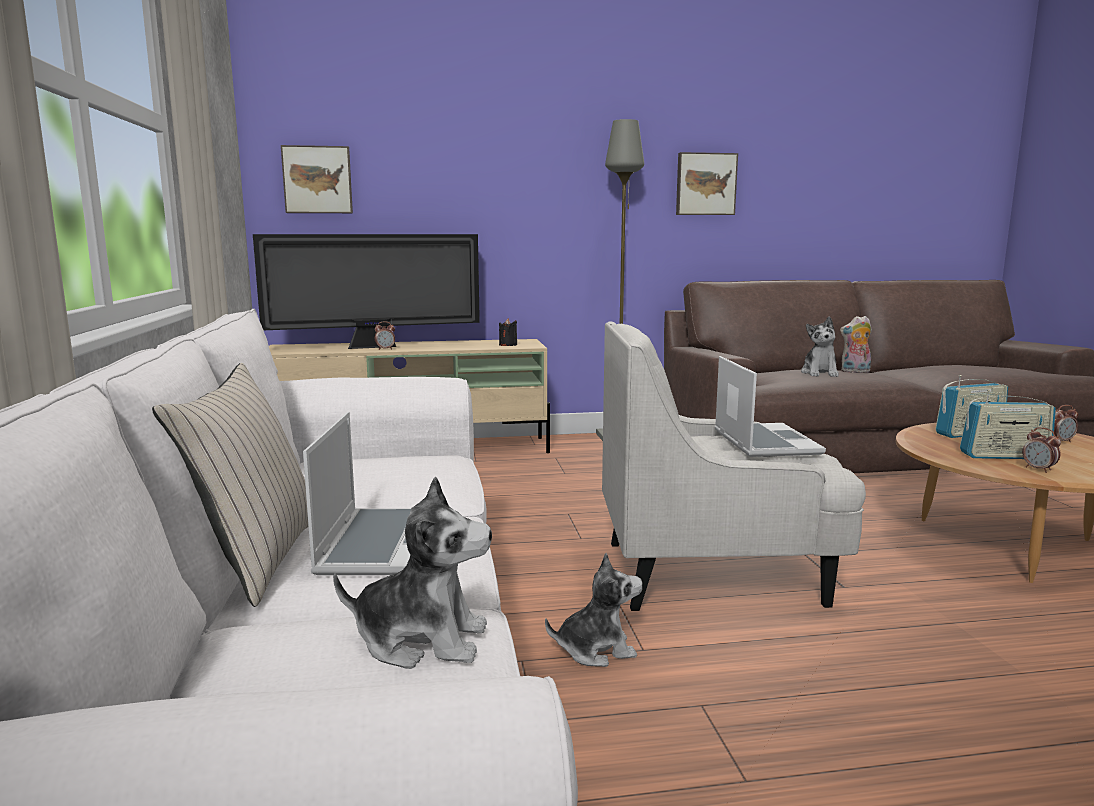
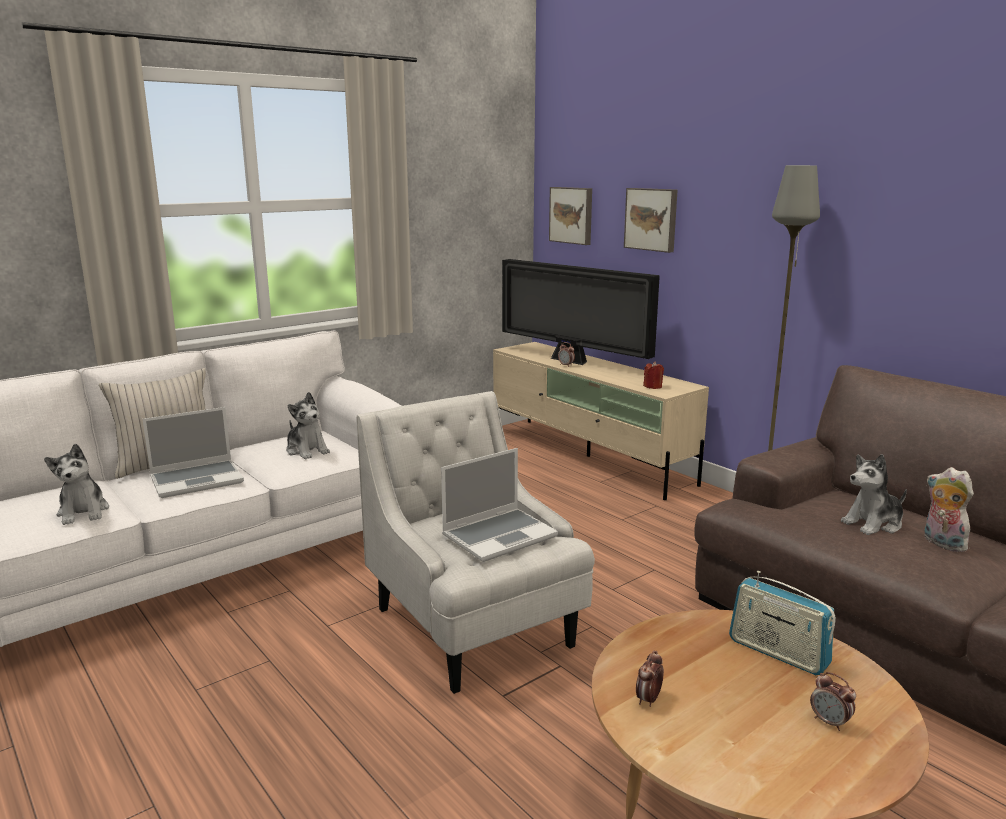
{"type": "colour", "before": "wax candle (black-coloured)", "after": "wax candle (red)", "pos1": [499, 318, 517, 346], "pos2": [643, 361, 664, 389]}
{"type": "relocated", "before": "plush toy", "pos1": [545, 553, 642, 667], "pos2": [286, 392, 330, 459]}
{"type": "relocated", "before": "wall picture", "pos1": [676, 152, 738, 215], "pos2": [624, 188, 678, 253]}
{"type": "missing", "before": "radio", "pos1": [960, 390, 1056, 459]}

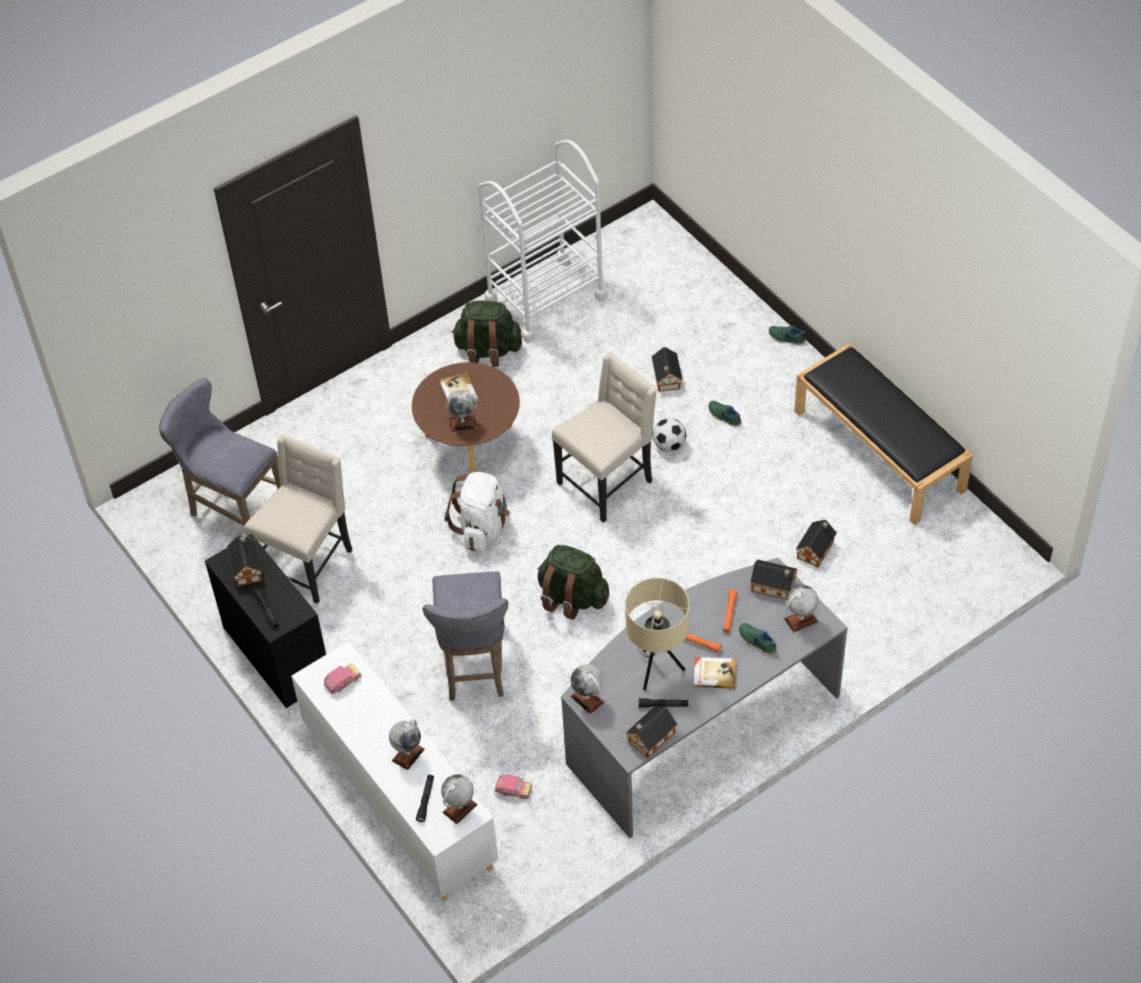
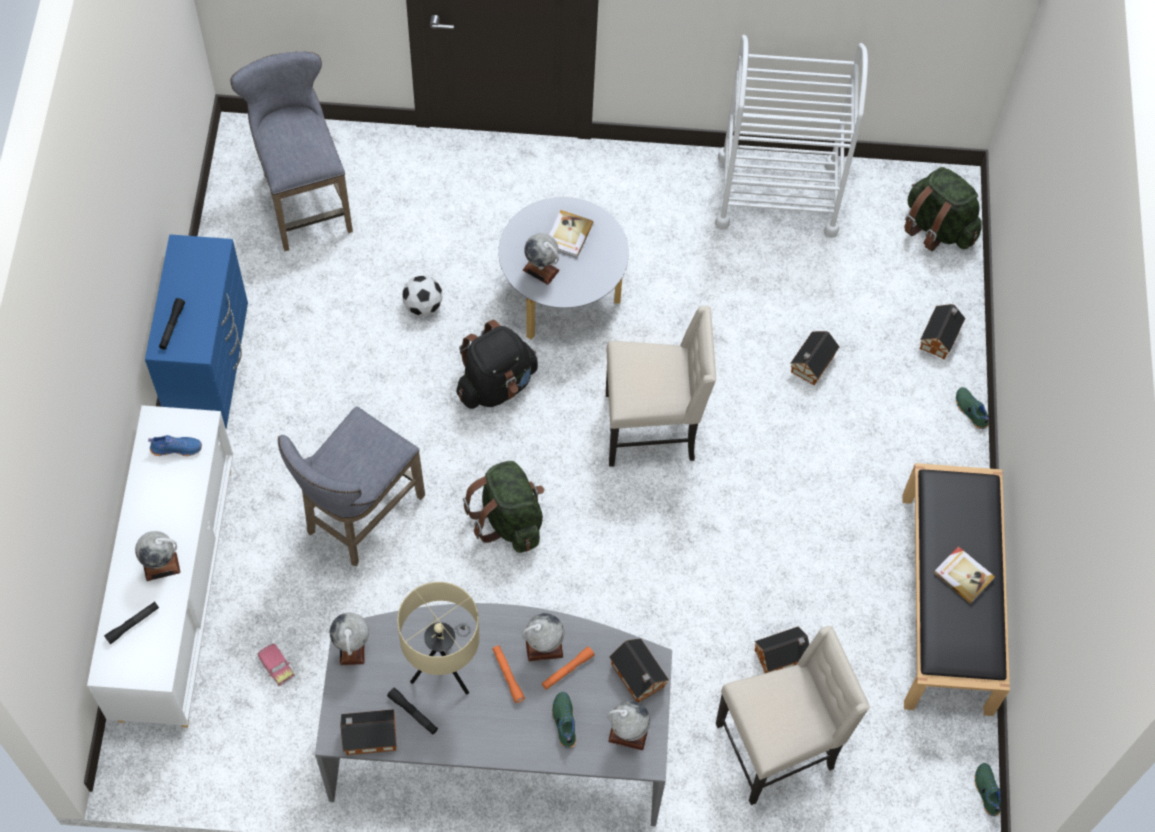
{"type": "colour", "before": "chest of drawers (black-coloured)", "after": "chest of drawers (blue-coloured)", "pos1": [205, 534, 326, 708], "pos2": [145, 234, 248, 429]}
{"type": "relocated", "before": "model house", "pos1": [227, 535, 262, 587], "pos2": [920, 304, 965, 360]}
{"type": "relocated", "before": "chair (sand-coloured)", "pos1": [244, 434, 353, 604], "pos2": [716, 626, 870, 805]}
{"type": "exchanged", "before": "toy car", "after": "item of footwear (blue-coloured)", "pos1": [324, 663, 362, 695], "pos2": [148, 435, 202, 456]}
{"type": "colour", "before": "low table (brown)", "after": "low table (gray)", "pos1": [412, 362, 520, 473], "pos2": [498, 197, 629, 340]}
{"type": "relocated", "before": "desk globe", "pos1": [441, 774, 477, 824], "pos2": [522, 613, 564, 661]}
{"type": "colour", "before": "rucksack (white-coloured)", "after": "rucksack (black-coloured)", "pos1": [445, 472, 510, 552], "pos2": [456, 320, 538, 409]}
{"type": "relocated", "before": "rucksack (greenish)", "pos1": [451, 301, 522, 367], "pos2": [904, 167, 982, 251]}
{"type": "relocated", "before": "ball for football", "pos1": [653, 418, 686, 452], "pos2": [402, 276, 443, 316]}
{"type": "relocated", "before": "bound book", "pos1": [694, 657, 736, 689], "pos2": [934, 546, 995, 604]}
{"type": "relocated", "before": "item of footwear (greenish)", "pos1": [709, 401, 742, 427], "pos2": [974, 763, 1001, 816]}

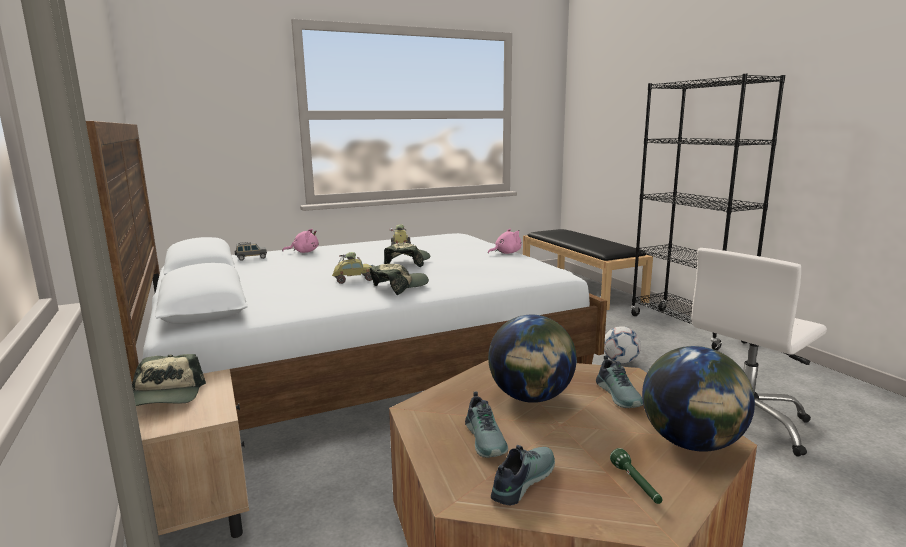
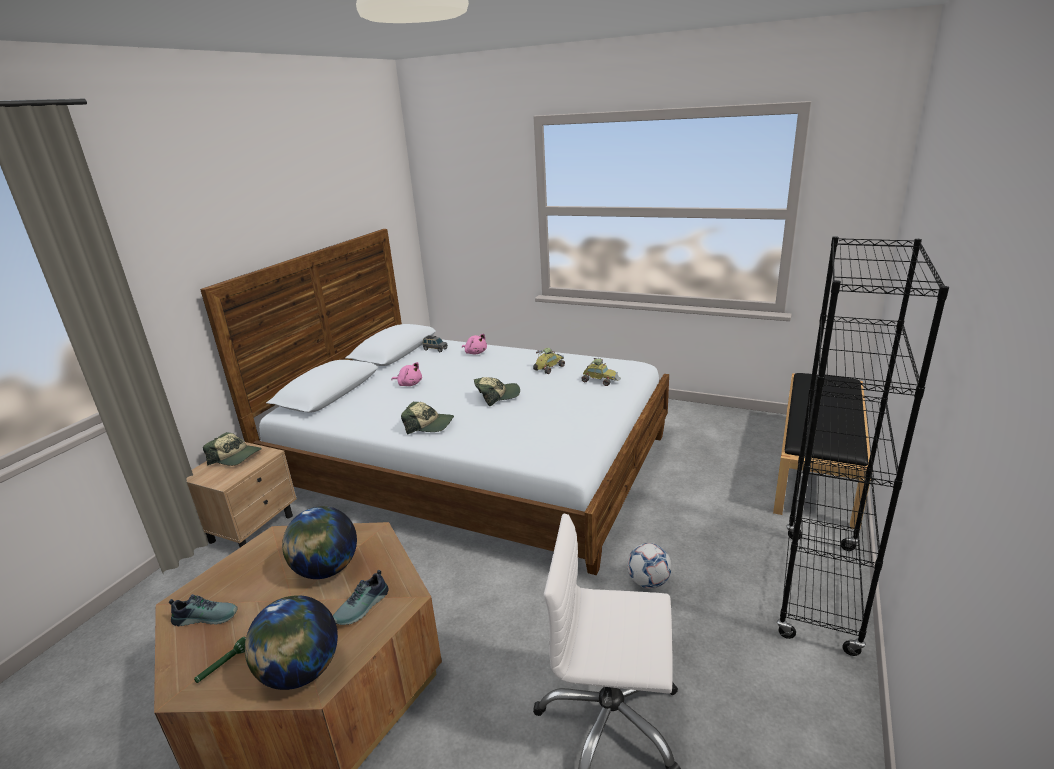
{"type": "spun", "before": "cap", "pos1": [132, 354, 206, 406], "pos2": [203, 432, 262, 466], "turn": -105}
{"type": "relocated", "before": "toy car", "pos1": [332, 252, 374, 284], "pos2": [581, 358, 621, 386]}
{"type": "missing", "before": "item of footwear", "pos1": [465, 391, 508, 458]}
{"type": "relocated", "before": "plush toy (pinkish)", "pos1": [488, 228, 522, 254], "pos2": [391, 362, 422, 386]}

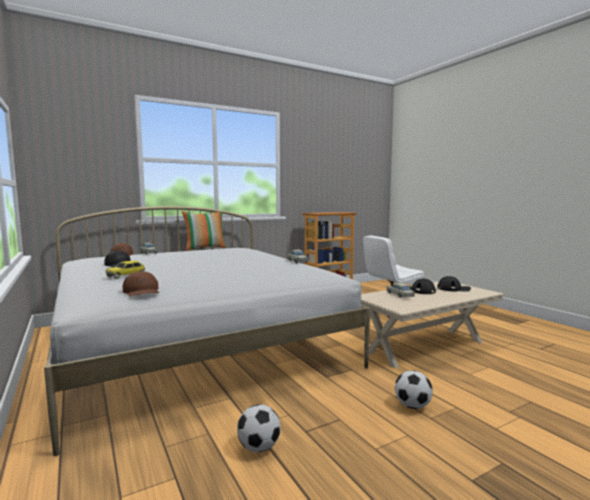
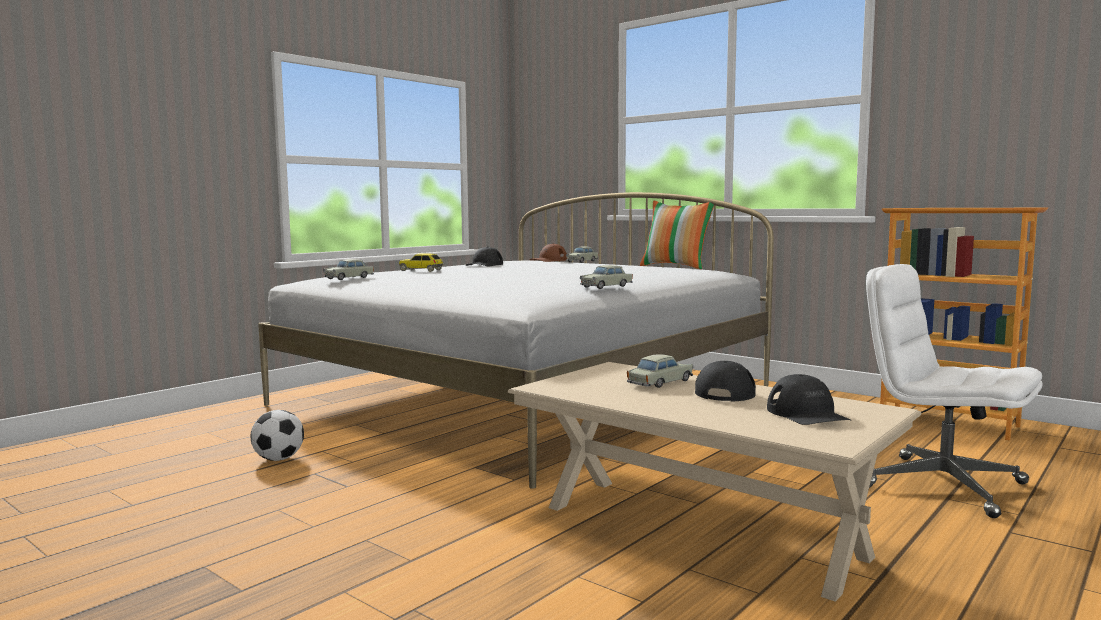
{"type": "exchanged", "before": "cap (brown)", "after": "toy car (sand-coloured)", "pos1": [122, 271, 159, 297], "pos2": [323, 259, 374, 280]}
{"type": "missing", "before": "ball for football", "pos1": [395, 370, 433, 409]}

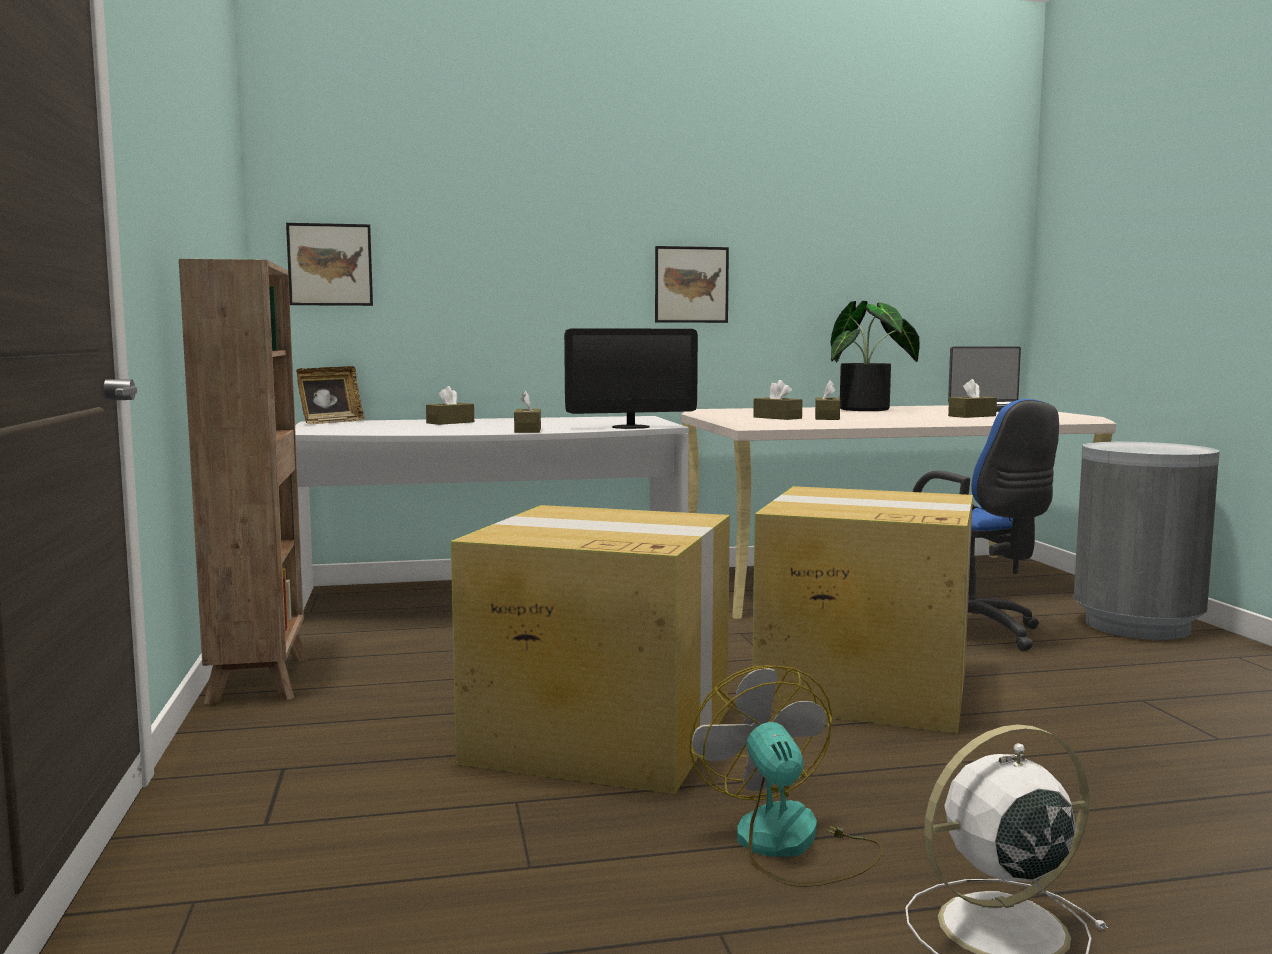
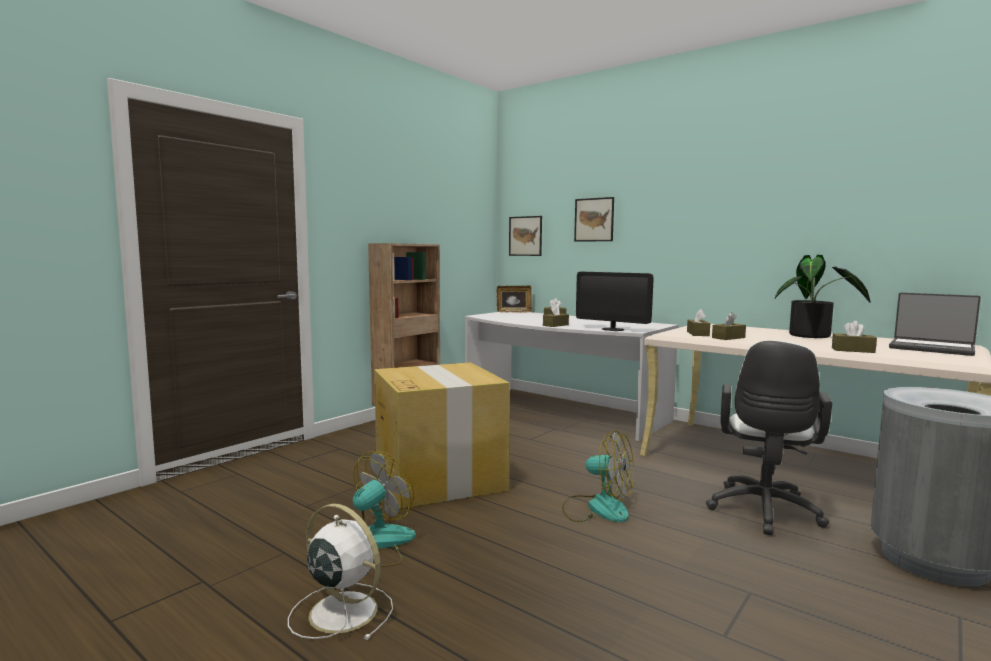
{"type": "relocated", "before": "wall picture", "pos1": [655, 246, 729, 323], "pos2": [574, 197, 614, 242]}
{"type": "exchanged", "before": "cardboard box", "after": "cooling fan", "pos1": [752, 486, 973, 733], "pos2": [562, 430, 634, 522]}
{"type": "colour", "before": "computer chair (blue-coloured)", "after": "computer chair (white-coloured)", "pos1": [913, 399, 1059, 651], "pos2": [706, 340, 832, 535]}

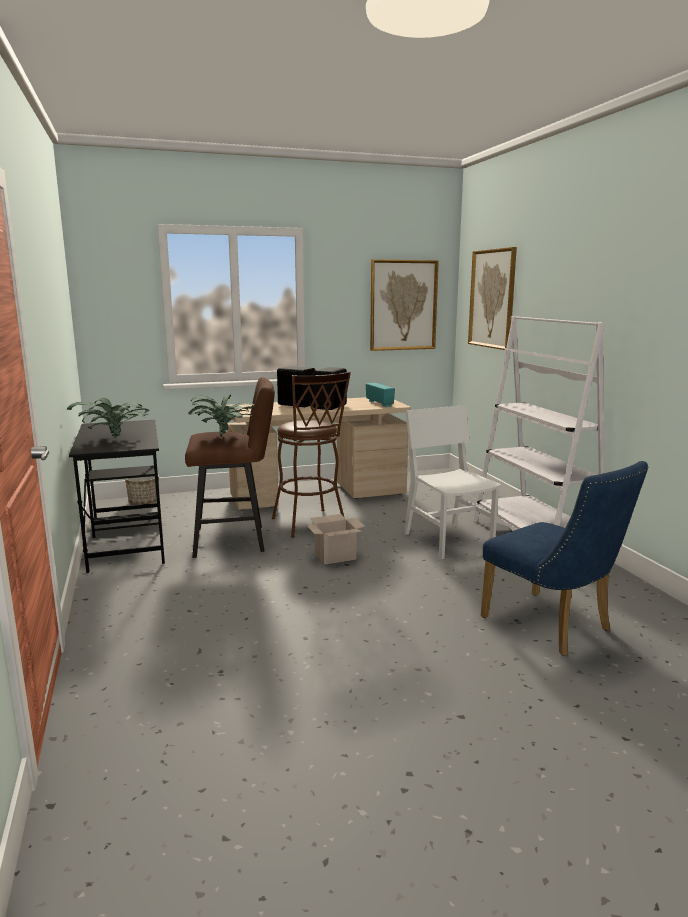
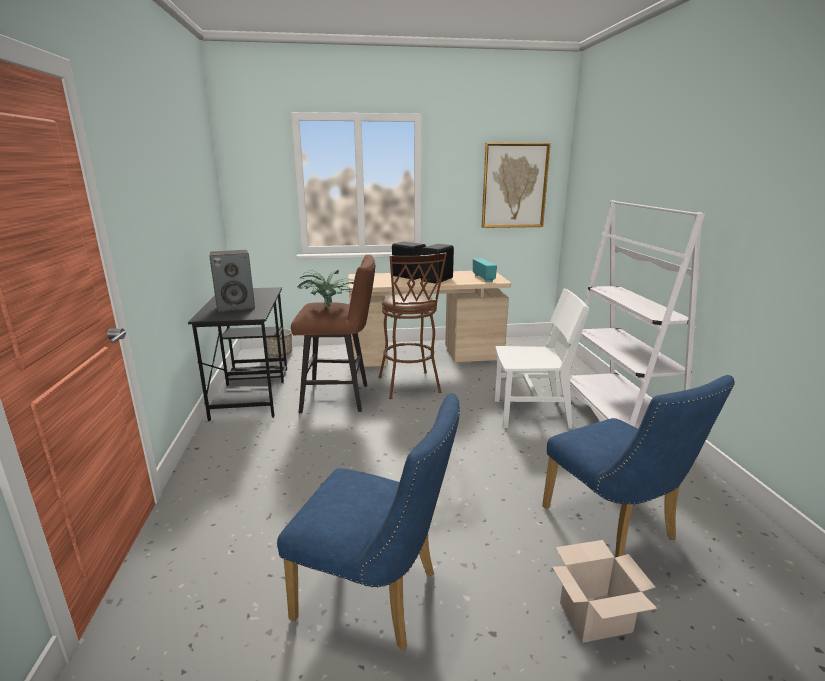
{"type": "exchanged", "before": "houseplant", "after": "loudspeaker", "pos1": [67, 398, 150, 438], "pos2": [209, 250, 255, 312]}
{"type": "relocated", "before": "cardboard box", "pos1": [306, 514, 365, 565], "pos2": [552, 540, 657, 643]}
{"type": "spun", "before": "chair (white-coloured)", "pos1": [404, 405, 502, 559], "pos2": [494, 289, 590, 429], "turn": 105}
{"type": "missing", "before": "wall picture", "pos1": [468, 247, 517, 350]}
{"type": "appeared", "after": "chair (blue-coloured)", "pos2": [277, 393, 460, 651]}

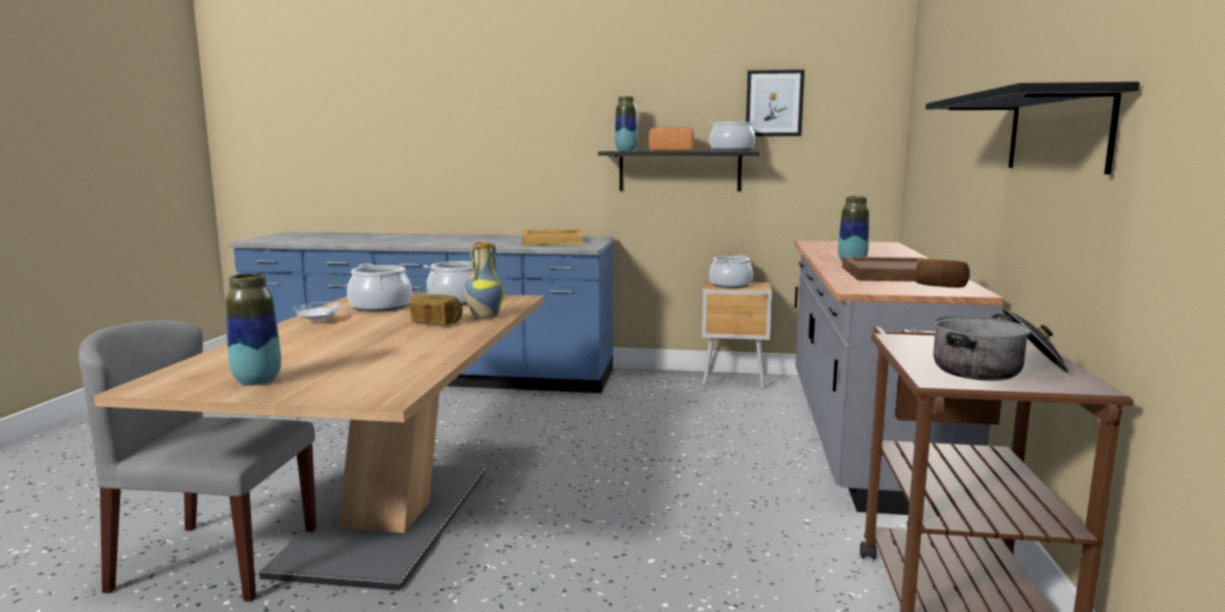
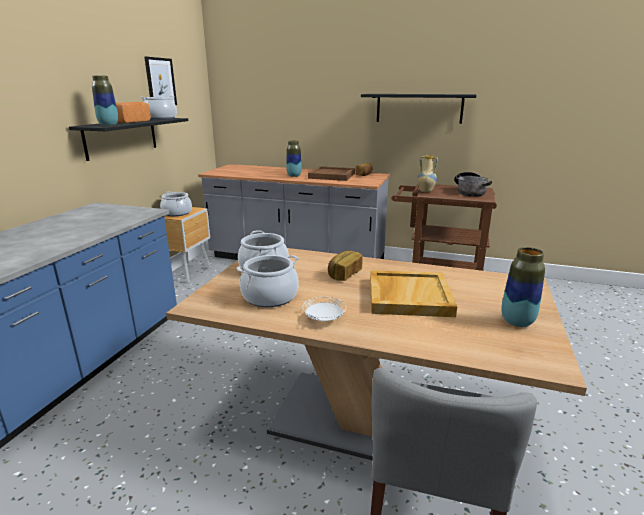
{"type": "relocated", "before": "flower vase", "pos1": [464, 242, 505, 319], "pos2": [417, 155, 438, 192]}
{"type": "relocated", "before": "serving tray (sand-coloured)", "pos1": [522, 230, 583, 245], "pos2": [370, 270, 457, 317]}

